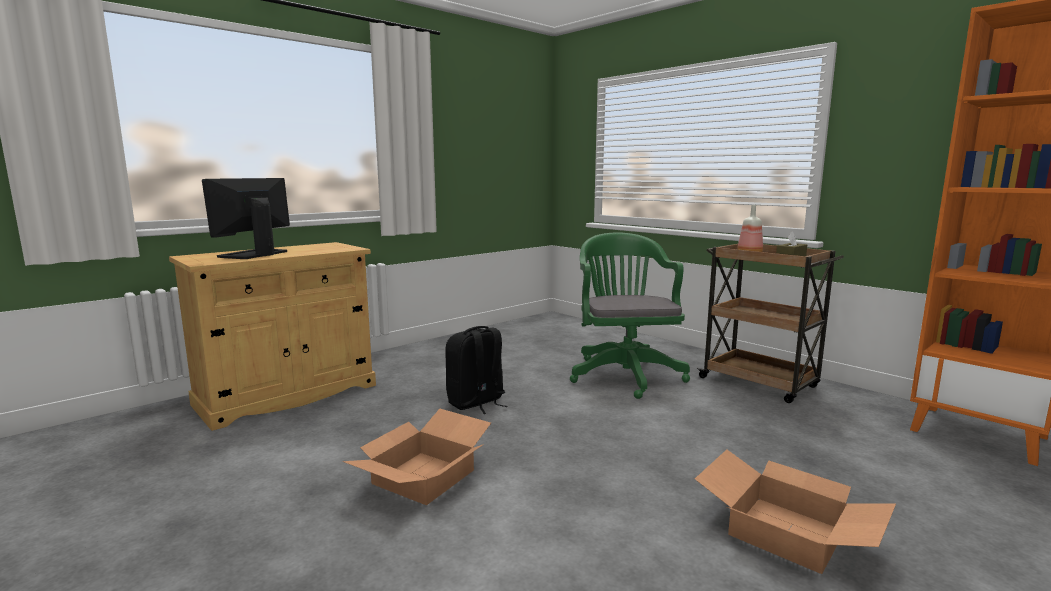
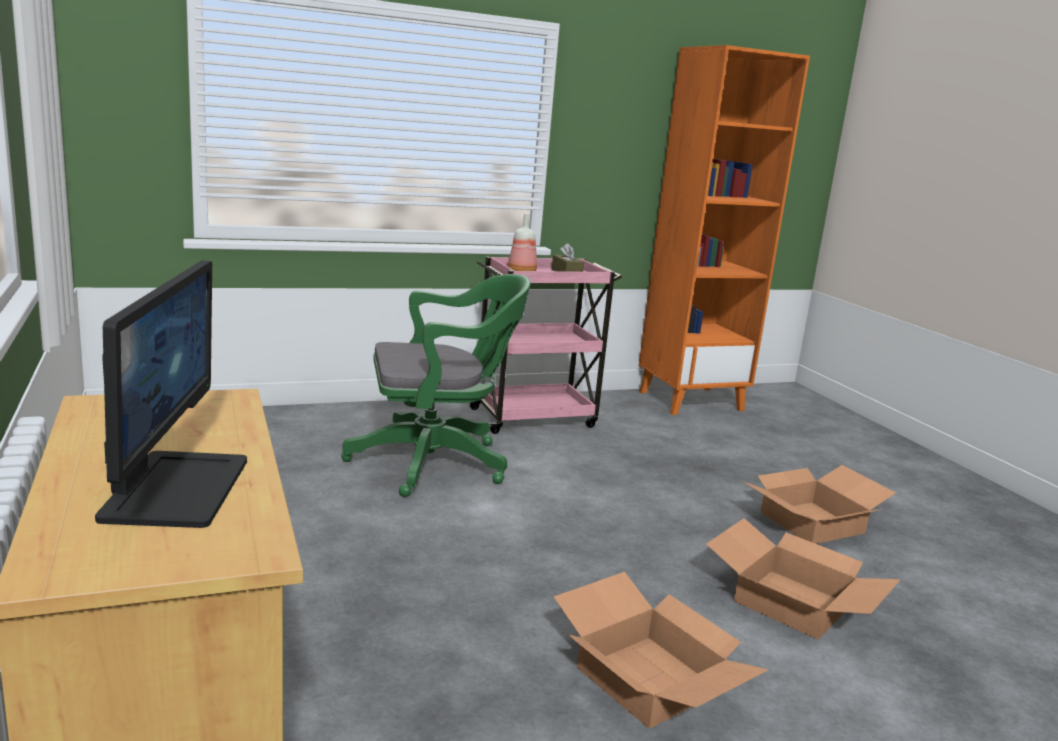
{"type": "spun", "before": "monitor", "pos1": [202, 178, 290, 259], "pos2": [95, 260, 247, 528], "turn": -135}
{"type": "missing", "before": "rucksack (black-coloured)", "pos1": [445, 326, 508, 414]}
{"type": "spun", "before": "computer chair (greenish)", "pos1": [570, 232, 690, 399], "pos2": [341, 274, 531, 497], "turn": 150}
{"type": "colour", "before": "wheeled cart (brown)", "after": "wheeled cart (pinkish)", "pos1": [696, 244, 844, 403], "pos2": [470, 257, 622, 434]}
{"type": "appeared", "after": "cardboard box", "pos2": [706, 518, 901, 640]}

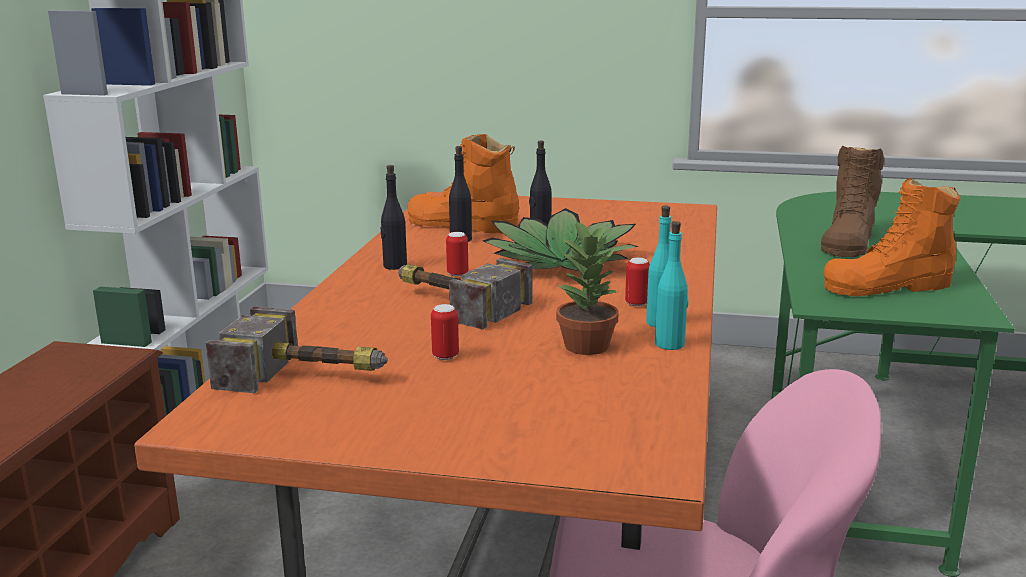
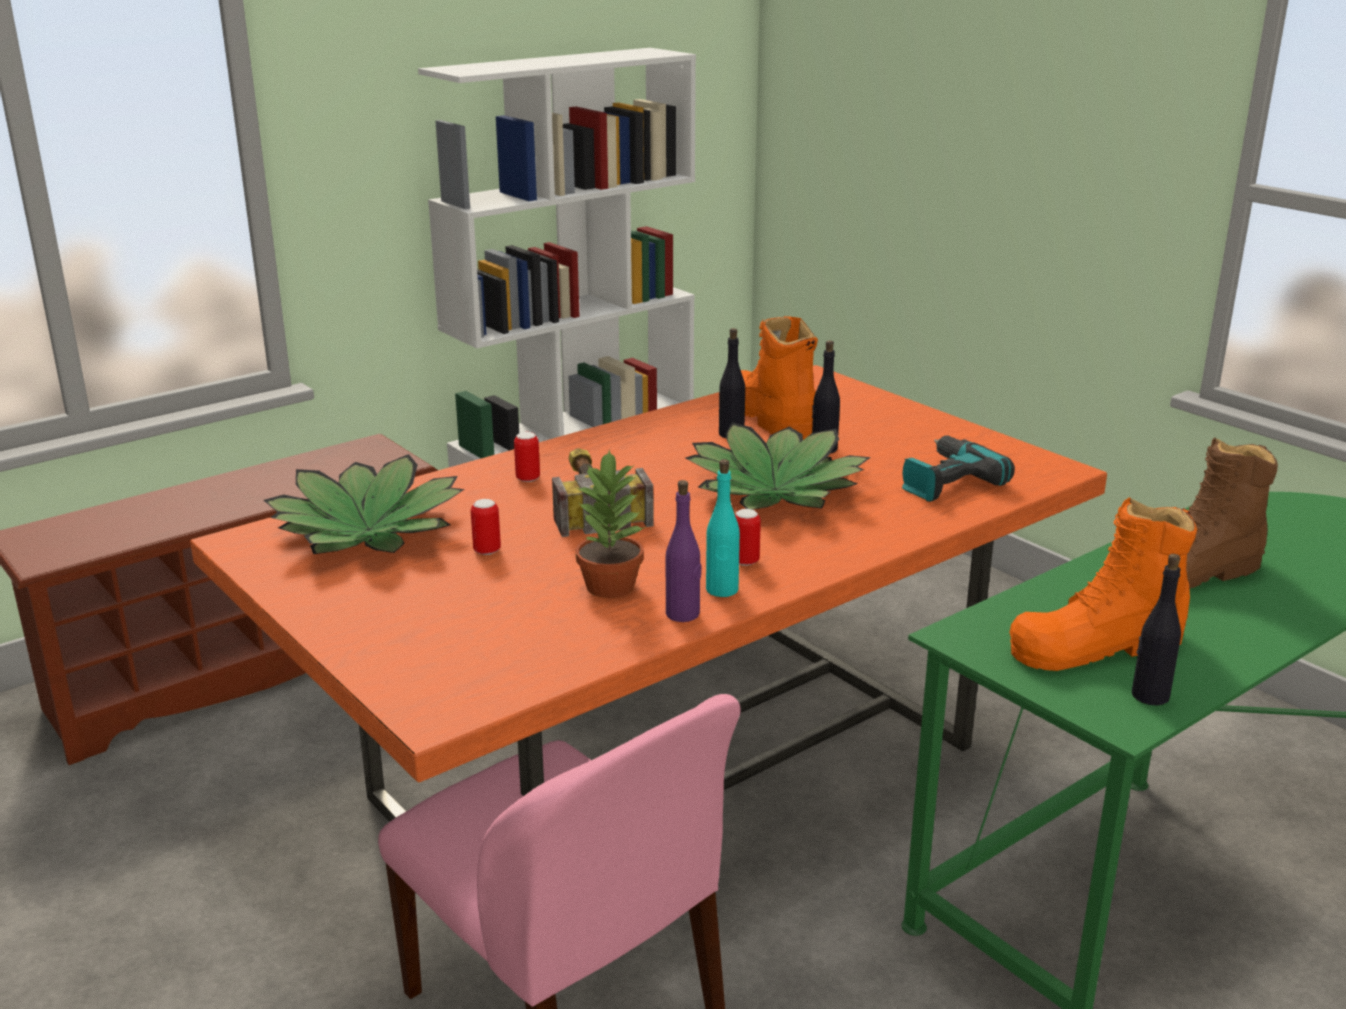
{"type": "exchanged", "before": "hand hammer", "after": "houseplant", "pos1": [206, 307, 388, 393], "pos2": [263, 454, 465, 554]}
{"type": "relocated", "before": "bottle (black-coloured)", "pos1": [380, 165, 407, 270], "pos2": [1132, 554, 1181, 706]}
{"type": "relocated", "before": "metal can", "pos1": [446, 232, 468, 277], "pos2": [514, 432, 540, 482]}
{"type": "colour", "before": "bottle (turquoise)", "after": "bottle (purple-coloured)", "pos1": [655, 221, 688, 350], "pos2": [666, 480, 701, 622]}
{"type": "spun", "before": "tall boot (orange-coloured)", "pos1": [823, 178, 960, 296], "pos2": [1009, 497, 1197, 671], "turn": -45}
{"type": "appeared", "after": "power drill", "pos2": [902, 435, 1015, 502]}

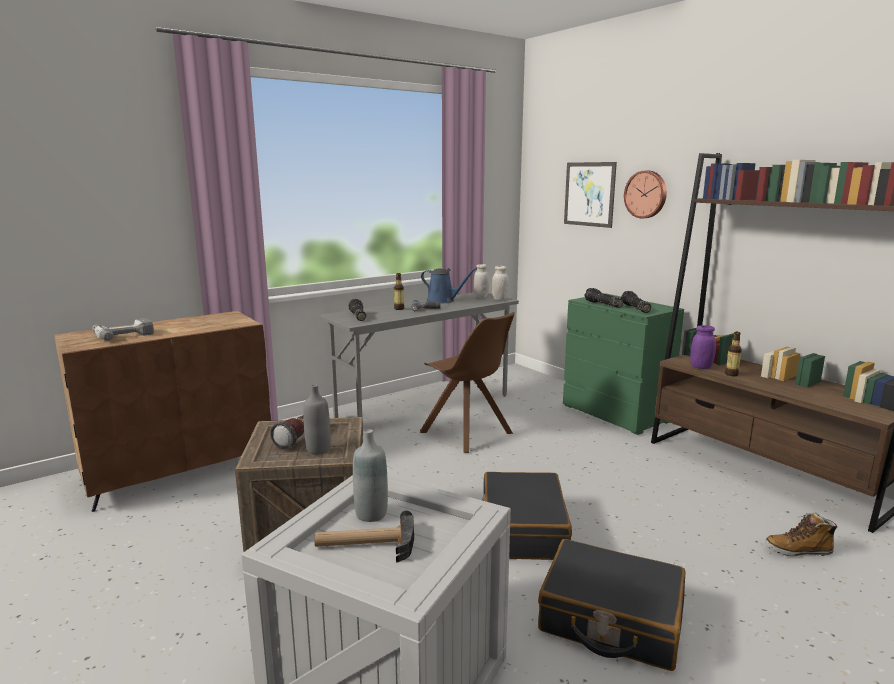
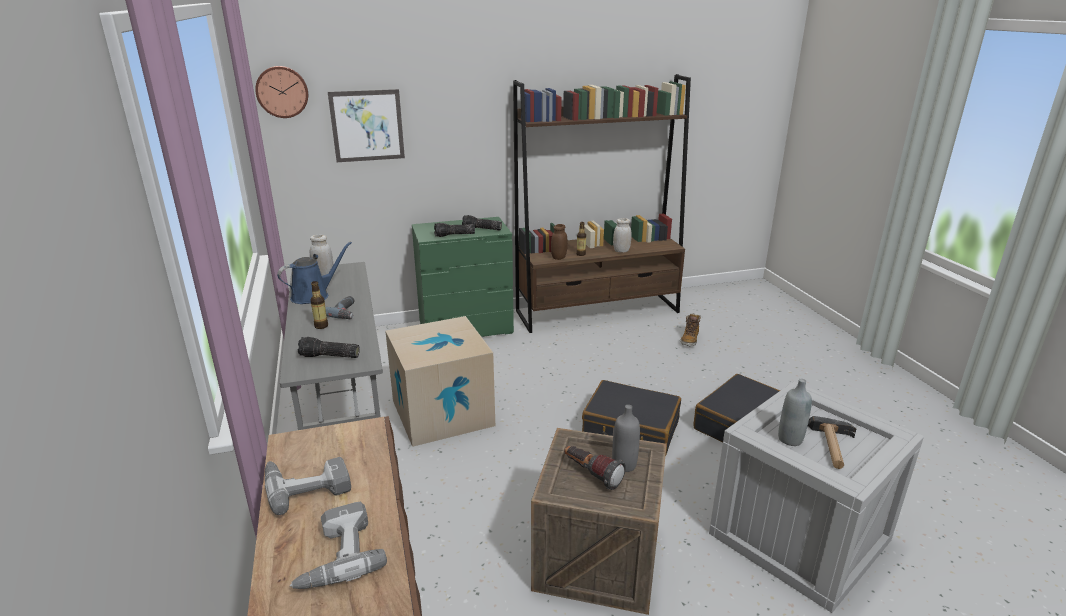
{"type": "exchanged", "before": "chair (brown)", "after": "cardboard box", "pos1": [420, 312, 515, 453], "pos2": [385, 316, 495, 447]}
{"type": "relocated", "before": "storage jar (white-coloured)", "pos1": [492, 266, 509, 300], "pos2": [613, 218, 632, 253]}
{"type": "relocated", "before": "wall clock", "pos1": [624, 171, 667, 218], "pos2": [255, 66, 308, 118]}
{"type": "colour", "before": "storage jar (purple-coloured)", "after": "storage jar (brown)", "pos1": [690, 325, 716, 369], "pos2": [551, 224, 568, 260]}
{"type": "appeared", "after": "power drill", "pos2": [265, 457, 351, 515]}

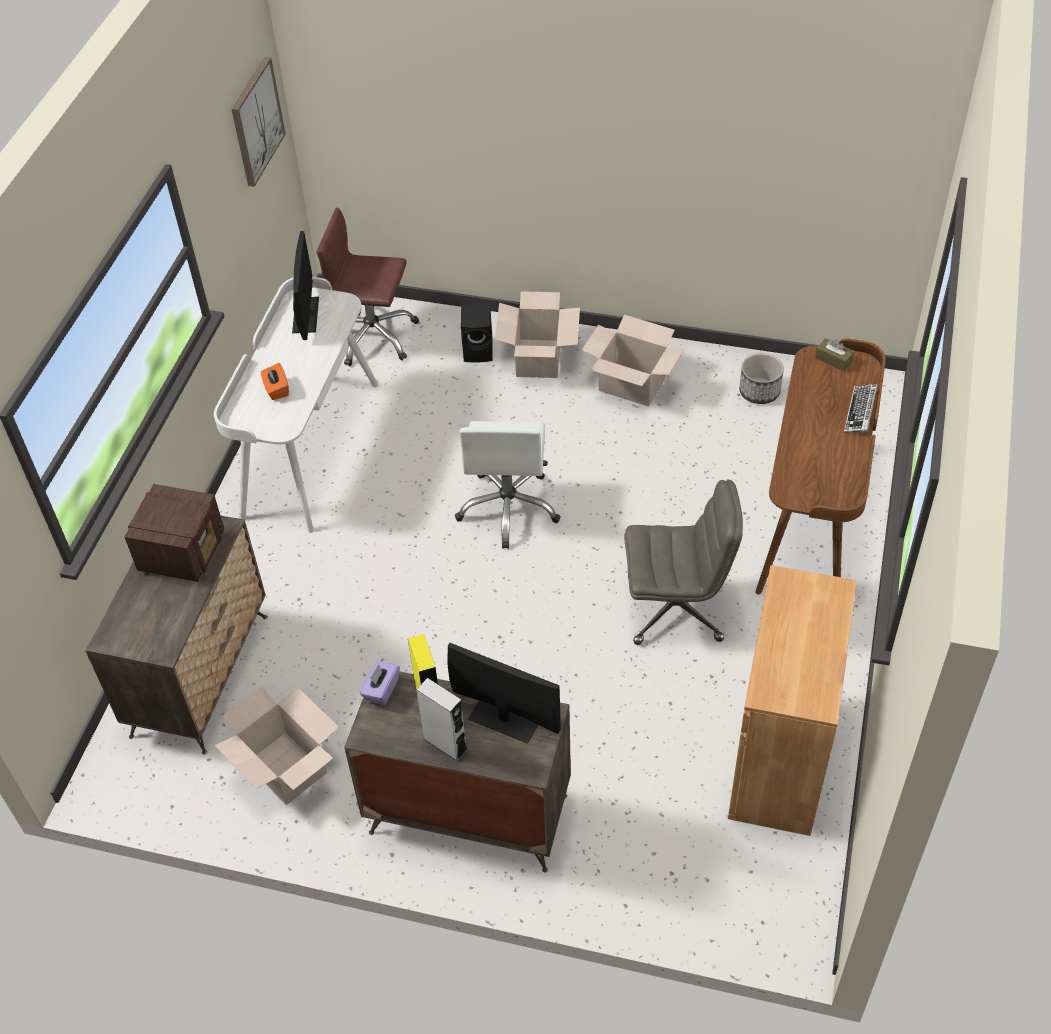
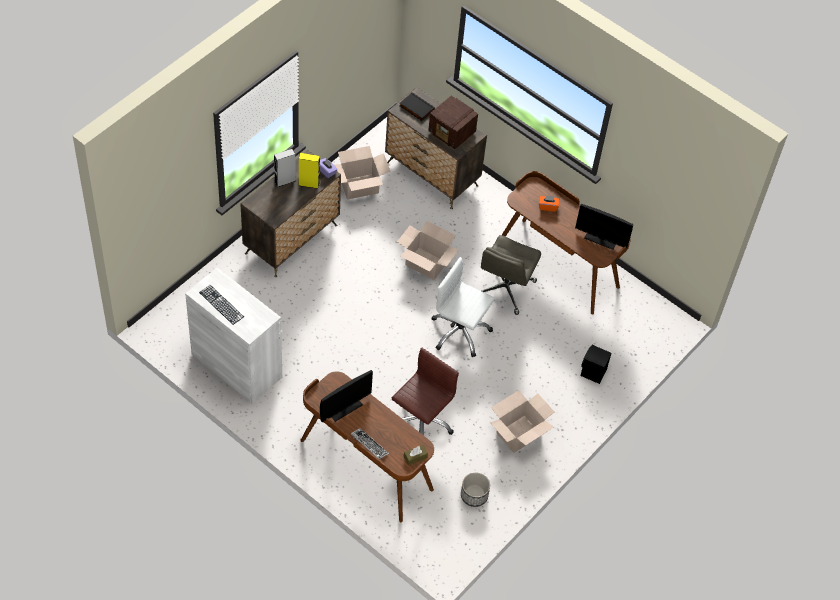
{"type": "colour", "before": "desk (white-coloured)", "after": "desk (brown)", "pos1": [214, 277, 379, 533], "pos2": [502, 171, 631, 314]}
{"type": "missing", "before": "wall picture", "pos1": [232, 57, 285, 187]}
{"type": "relocated", "before": "computer chair (brown)", "pos1": [316, 207, 419, 366], "pos2": [392, 347, 459, 435]}
{"type": "relocated", "before": "monitor", "pos1": [447, 643, 561, 744], "pos2": [320, 370, 373, 423]}
{"type": "relocated", "before": "cardboard box", "pos1": [495, 291, 580, 378], "pos2": [397, 221, 460, 280]}
{"type": "relocated", "before": "computer chair (gray)", "pos1": [624, 479, 743, 645], "pos2": [481, 235, 541, 315]}
{"type": "colour", "before": "storage cabinet (brown)", "after": "storage cabinet (white-coloured)", "pos1": [728, 565, 857, 836], "pos2": [185, 268, 282, 404]}
{"type": "appeared", "after": "PC keyboard", "pos2": [199, 285, 244, 325]}
{"type": "appeared", "after": "bound book (black-coloured)", "pos2": [399, 92, 435, 121]}

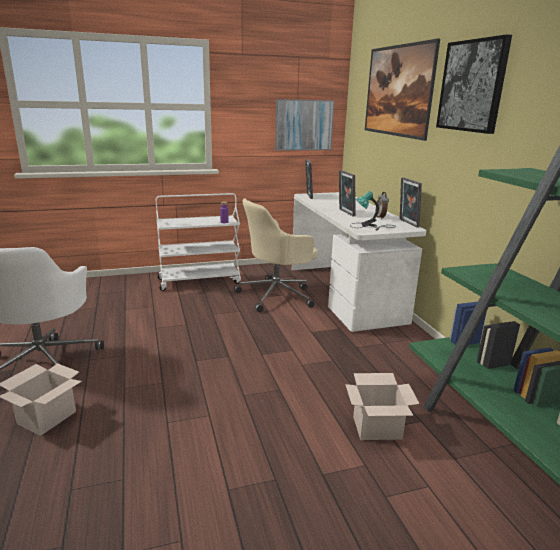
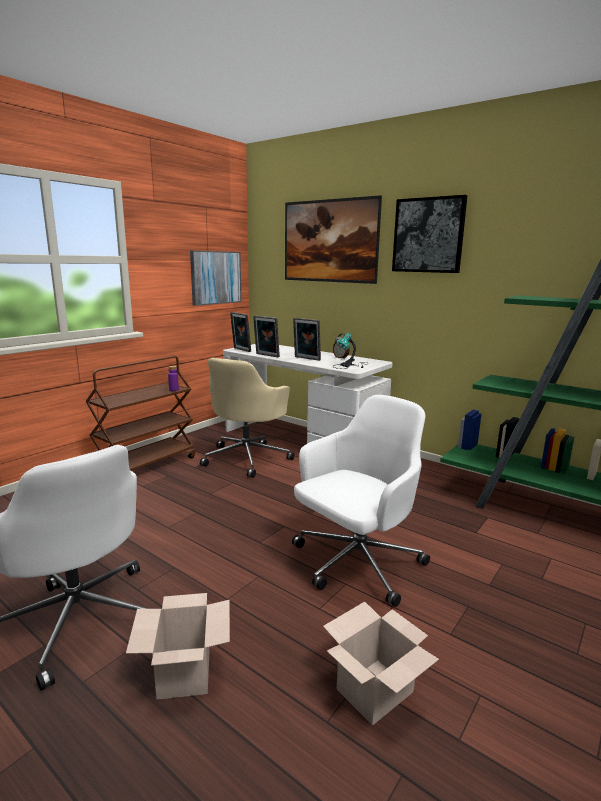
{"type": "colour", "before": "wheeled cart (white-coloured)", "after": "wheeled cart (brown)", "pos1": [156, 193, 241, 291], "pos2": [85, 356, 196, 471]}
{"type": "relocated", "before": "cardboard box", "pos1": [345, 373, 420, 440], "pos2": [323, 602, 439, 725]}
{"type": "relocated", "before": "picture frame", "pos1": [400, 177, 422, 228], "pos2": [253, 316, 280, 357]}
{"type": "appeared", "after": "computer chair (white-coloured)", "pos2": [292, 395, 430, 607]}

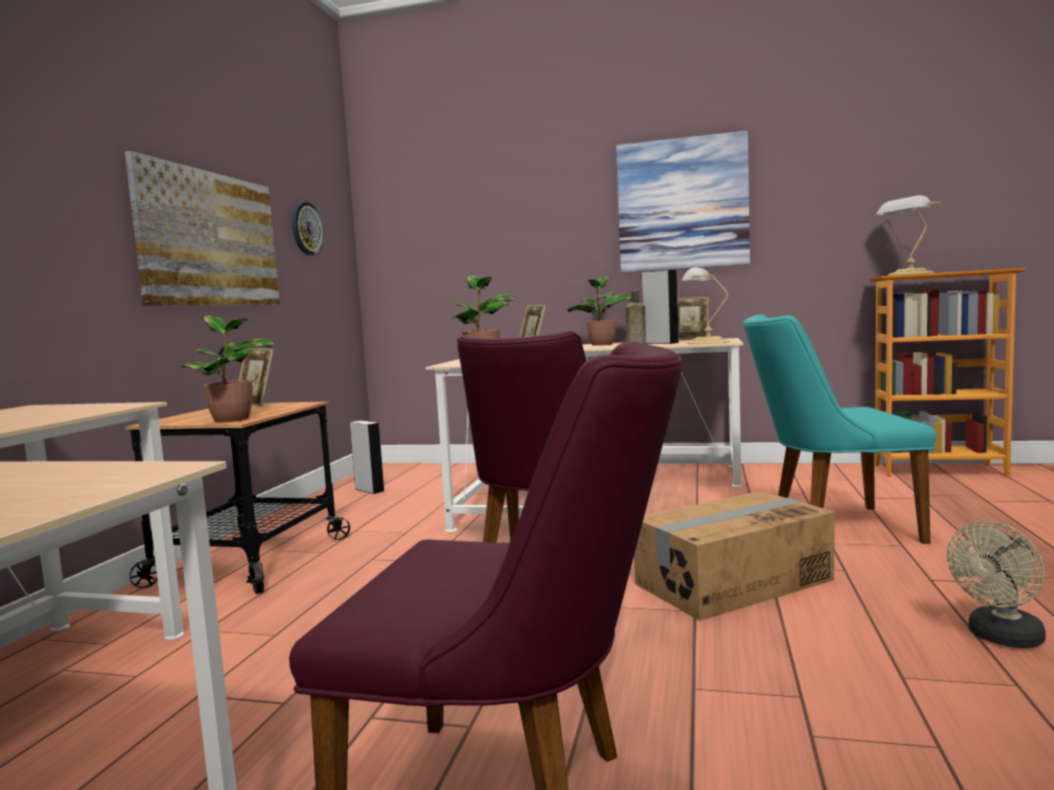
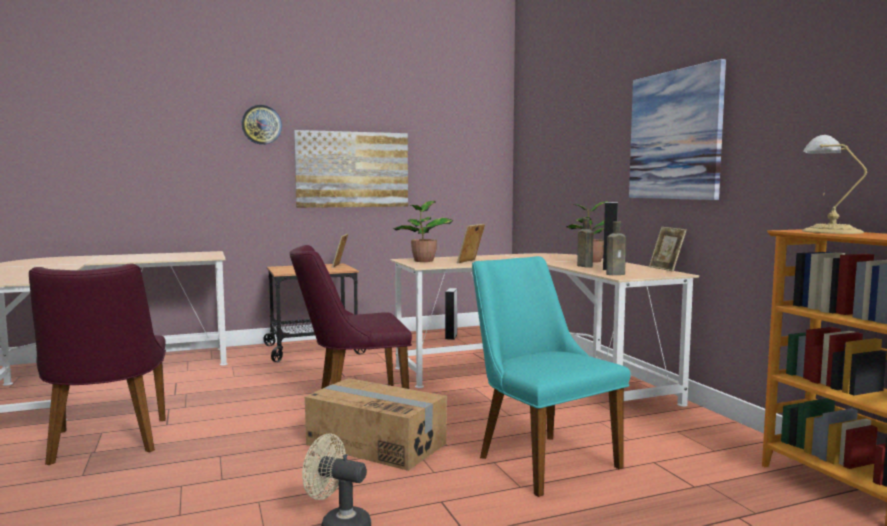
{"type": "missing", "before": "houseplant", "pos1": [182, 315, 276, 422]}
{"type": "relocated", "before": "wall clock", "pos1": [292, 202, 324, 255], "pos2": [241, 105, 282, 145]}
{"type": "exchanged", "before": "lamp for a table", "after": "bottle (brown)", "pos1": [681, 267, 730, 344], "pos2": [606, 221, 626, 275]}

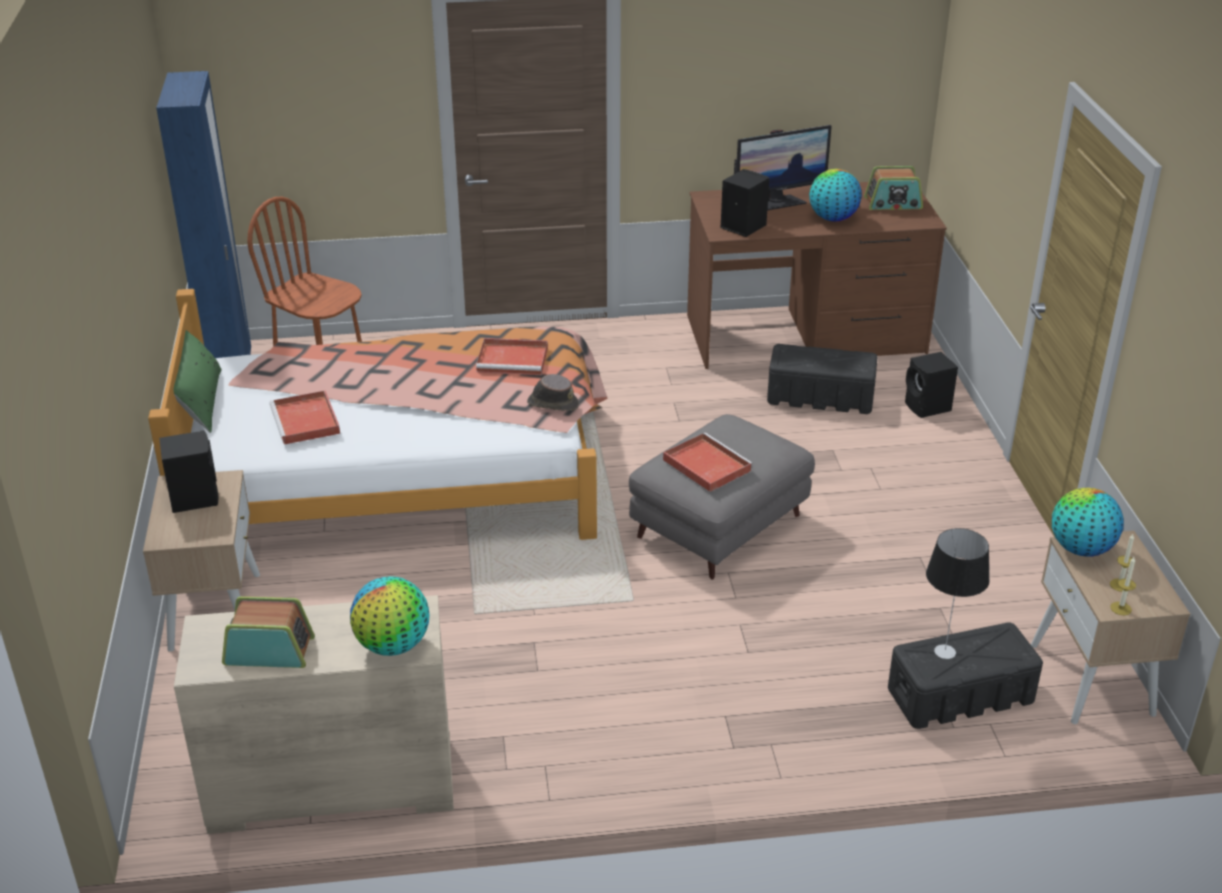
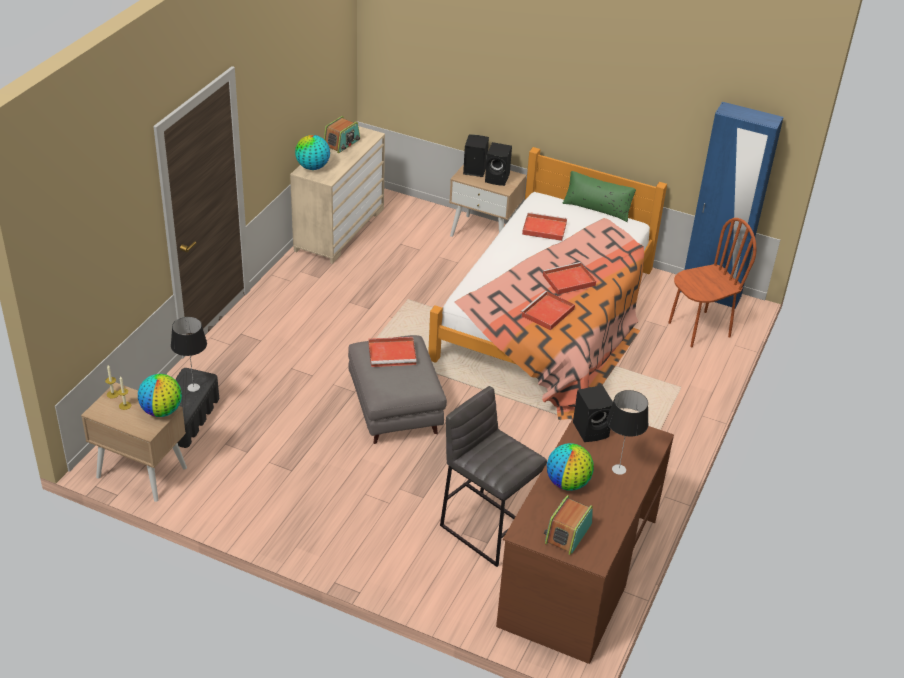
{"type": "missing", "before": "wearable hat (brown)", "pos1": [527, 374, 579, 411]}
{"type": "exchanged", "before": "monitor", "after": "lamp for a table", "pos1": [734, 125, 832, 210], "pos2": [607, 390, 648, 475]}
{"type": "exchanged", "before": "storage bin (black-coloured)", "after": "stool seat (gray)", "pos1": [767, 344, 877, 414], "pos2": [440, 386, 547, 567]}
{"type": "relocated", "before": "loudspeaker (black-coloured)", "pos1": [905, 352, 958, 418], "pos2": [463, 134, 489, 177]}
{"type": "appeared", "after": "serving tray (red)", "pos2": [542, 262, 596, 295]}

